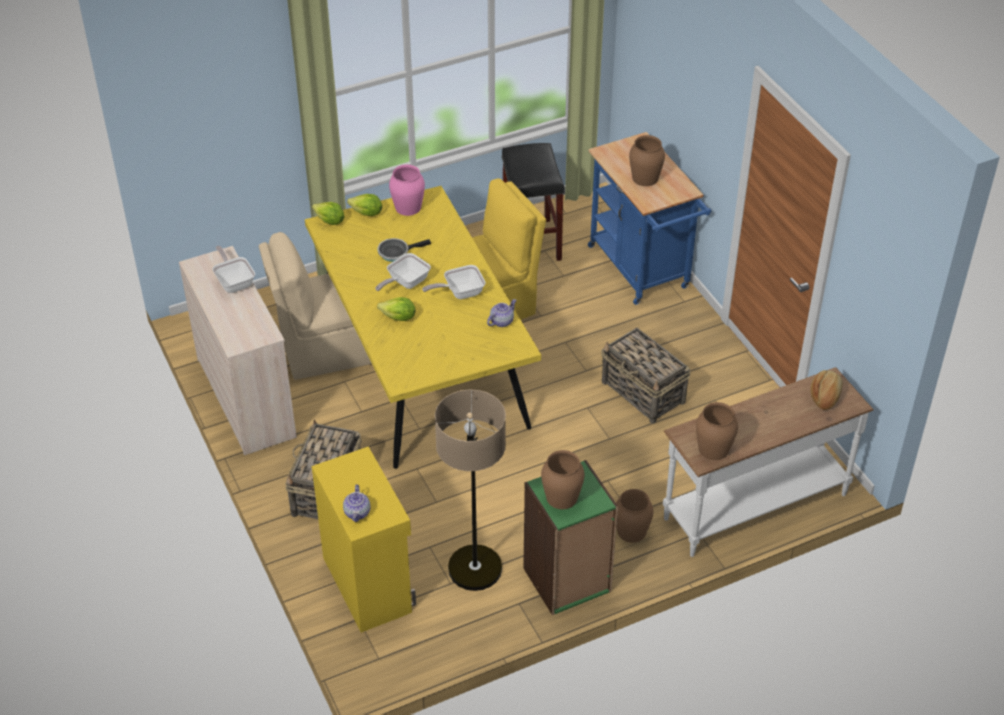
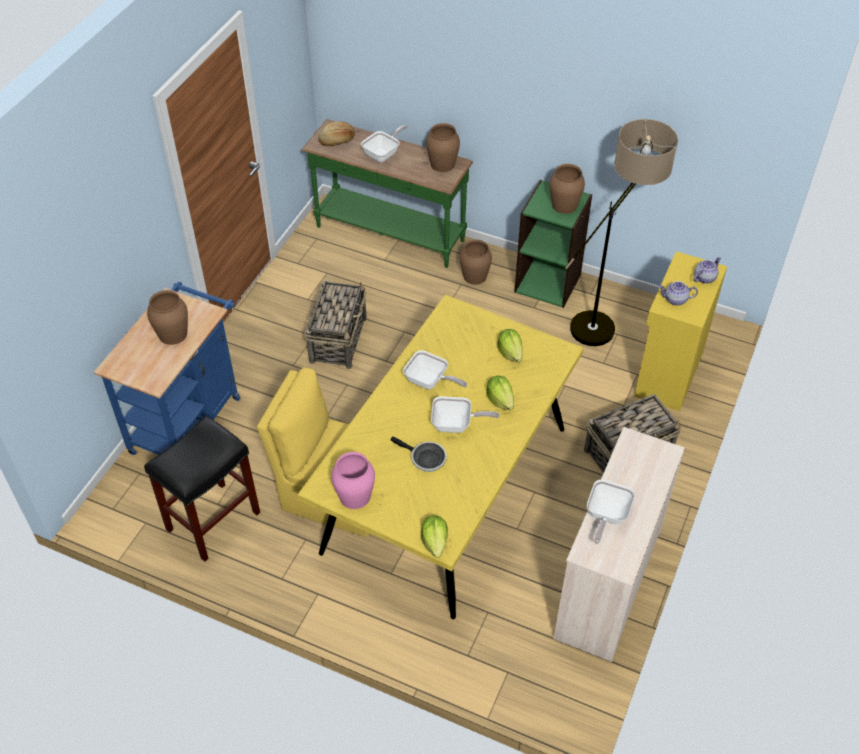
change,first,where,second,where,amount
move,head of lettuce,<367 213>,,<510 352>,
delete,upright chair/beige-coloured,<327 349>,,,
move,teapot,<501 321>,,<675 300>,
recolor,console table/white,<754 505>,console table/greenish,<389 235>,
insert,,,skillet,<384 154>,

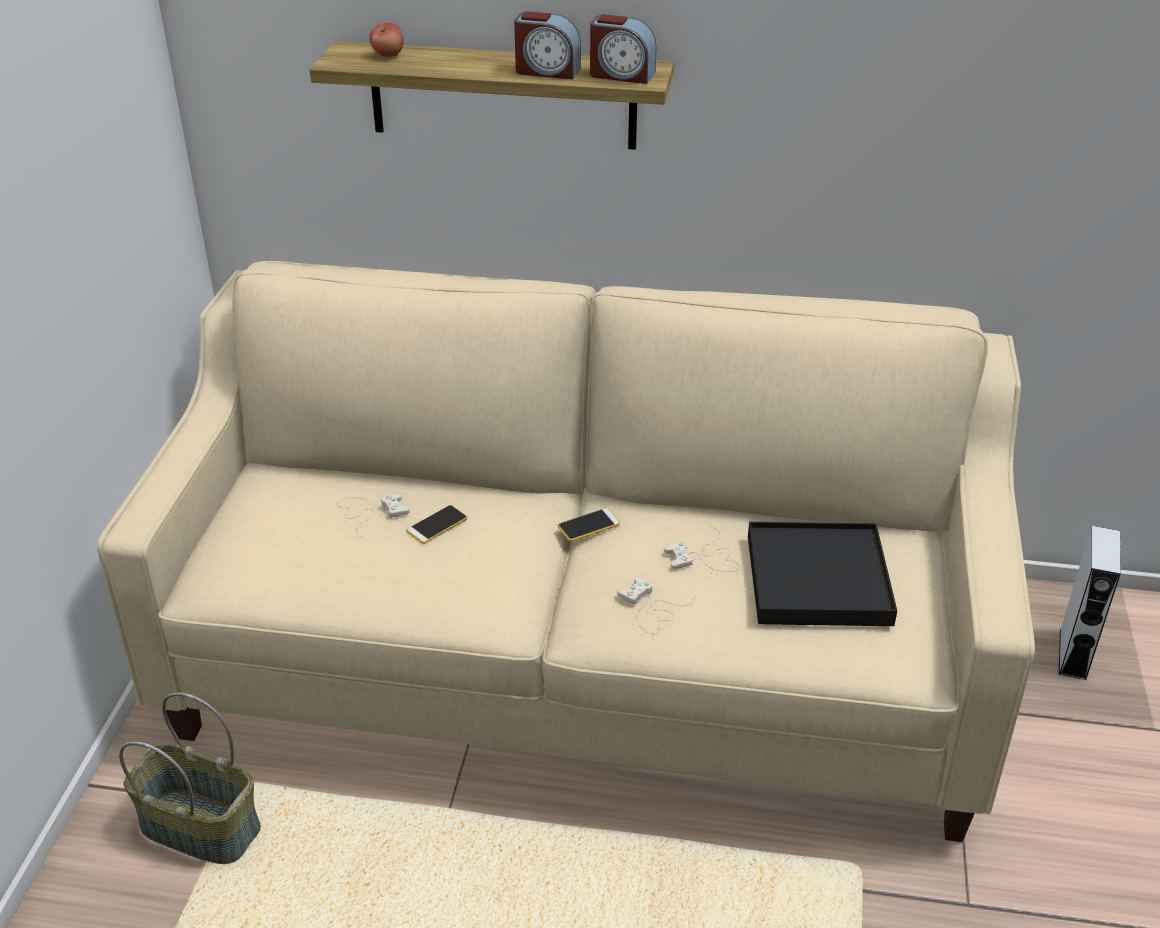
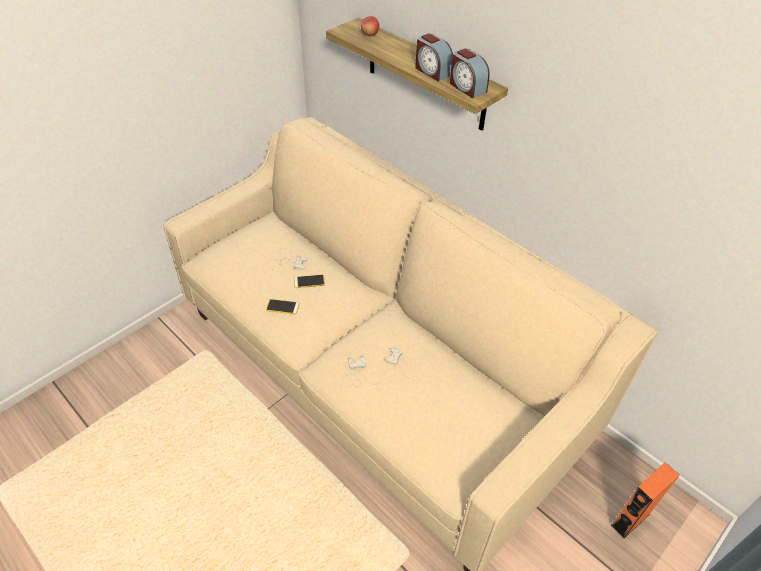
change,first,where,second,where,amount
move,phone,<588 525>,,<283 307>,
delete,serving tray/black-coloured,<817 579>,,,
recolor,audio speaker/grey,<1073 654>,audio speaker/orange,<630 519>,
delete,storage basket,<202 827>,,,

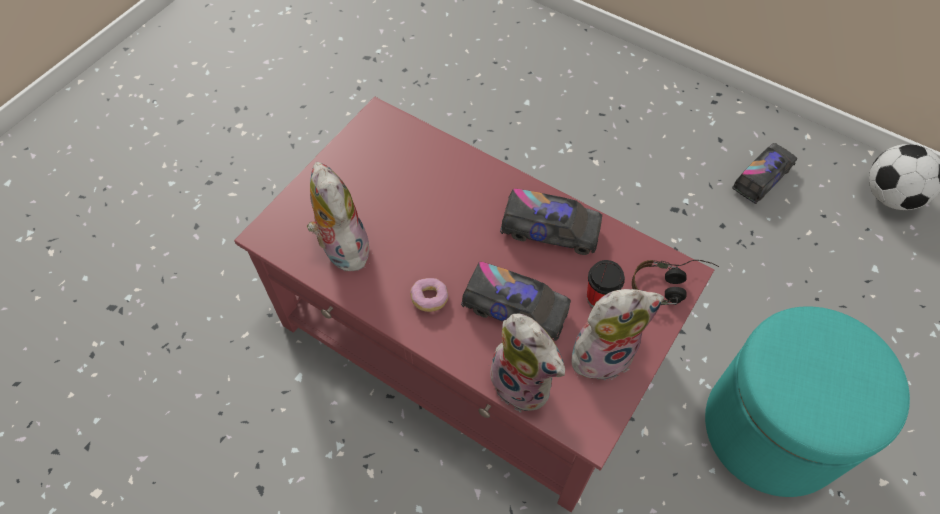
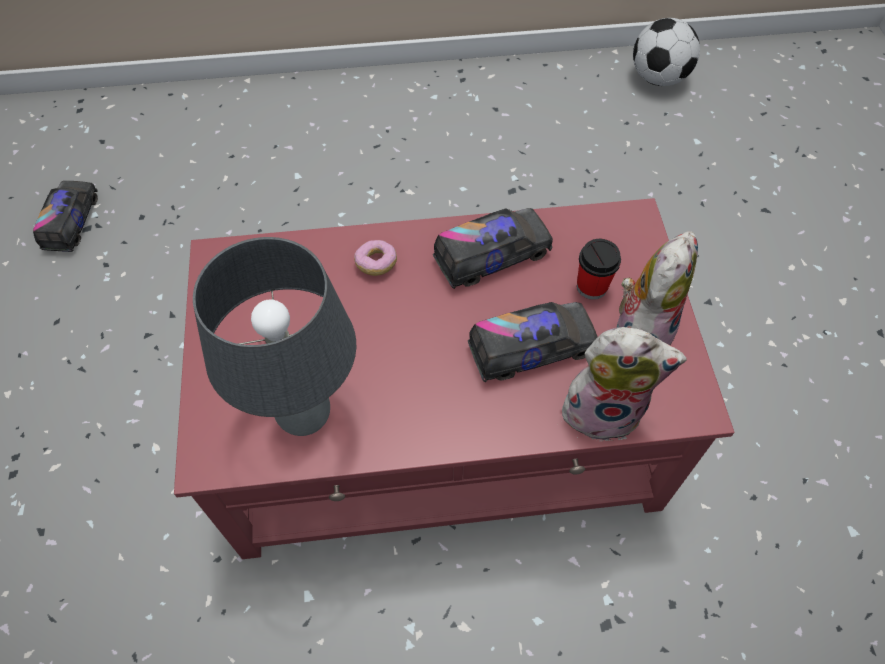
change,first,where,second,where,amount
move,toy truck,<761 178>,,<72 222>,
replace,plush toy,<341 247>,tabletop lamp/grey,<306 414>,
delete,headphones,<671 287>,,,
move,donut,<429 298>,,<376 263>,
delete,ottoman/turquoise-coloured,<772 429>,,,

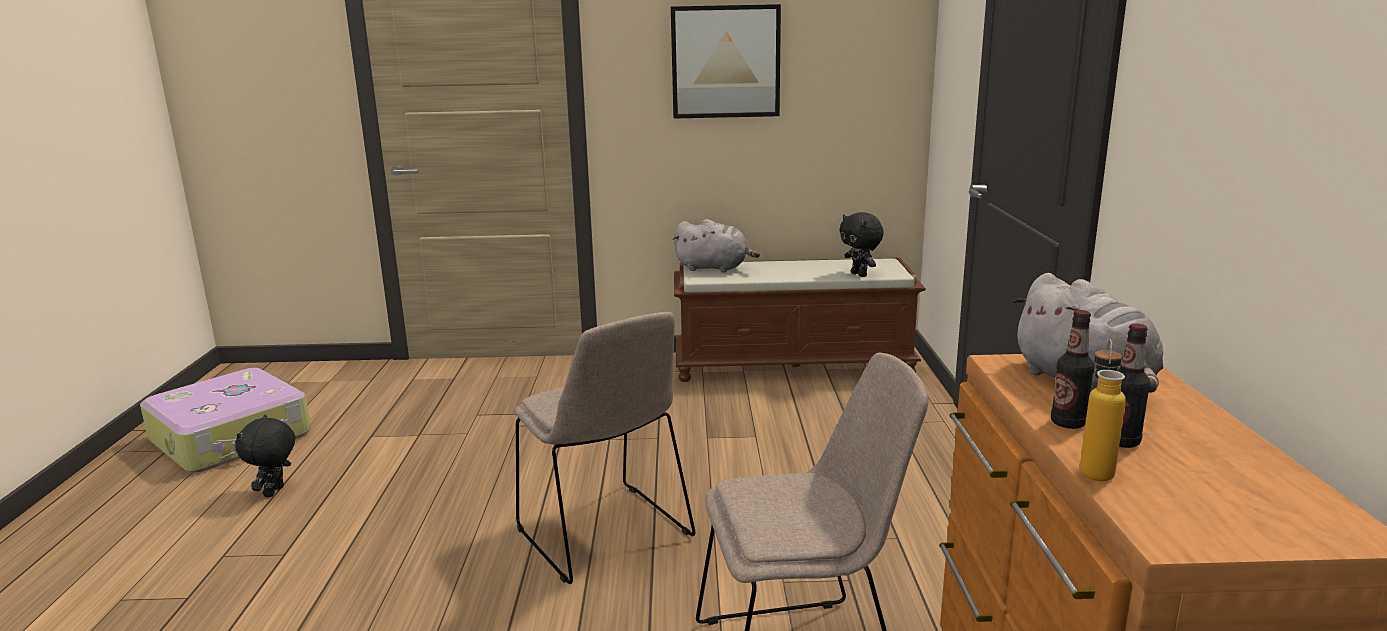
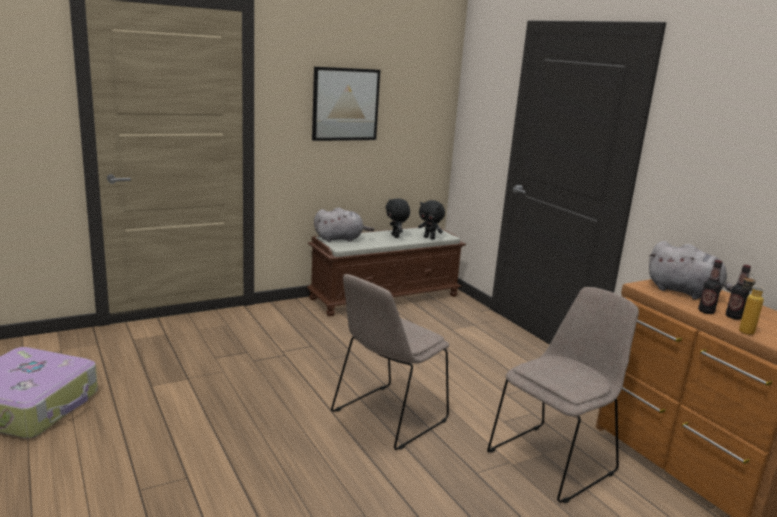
change,first,where,second,where,amount
rotate,upright chair/beige-coloured,<606 535>,,<387 418>,105 degrees clockwise
move,plush toy/black-coloured,<275 492>,,<396 236>,

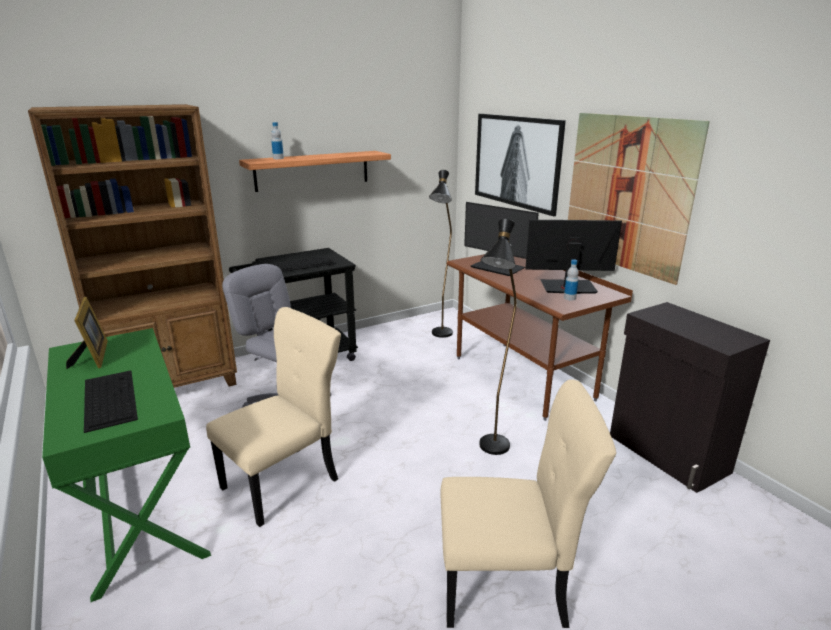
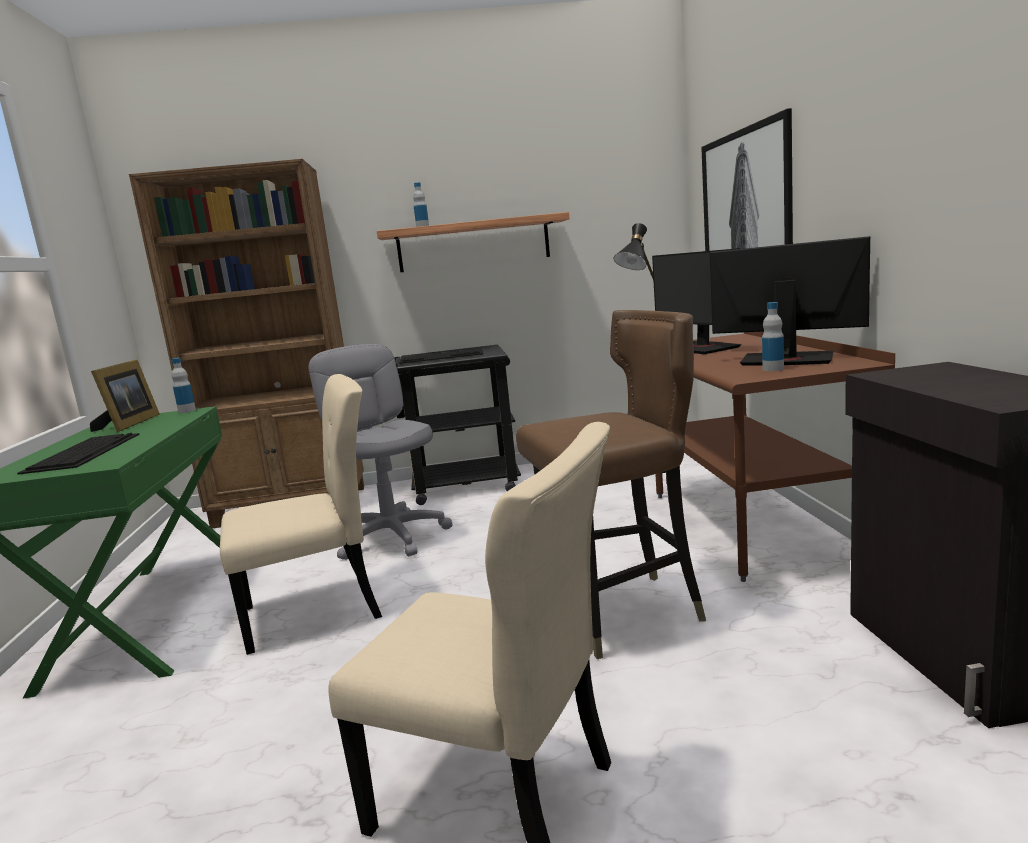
change,first,where,second,where,amount
delete,wall picture,<626 194>,,,
replace,floor lamp/black-coloured,<492 452>,upright chair/brown-coloured,<622 613>,
insert,,,bottle,<187 411>,

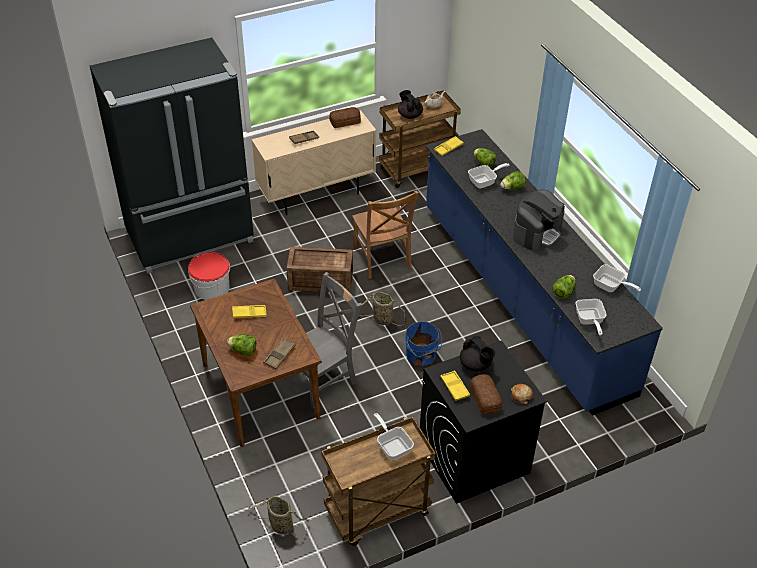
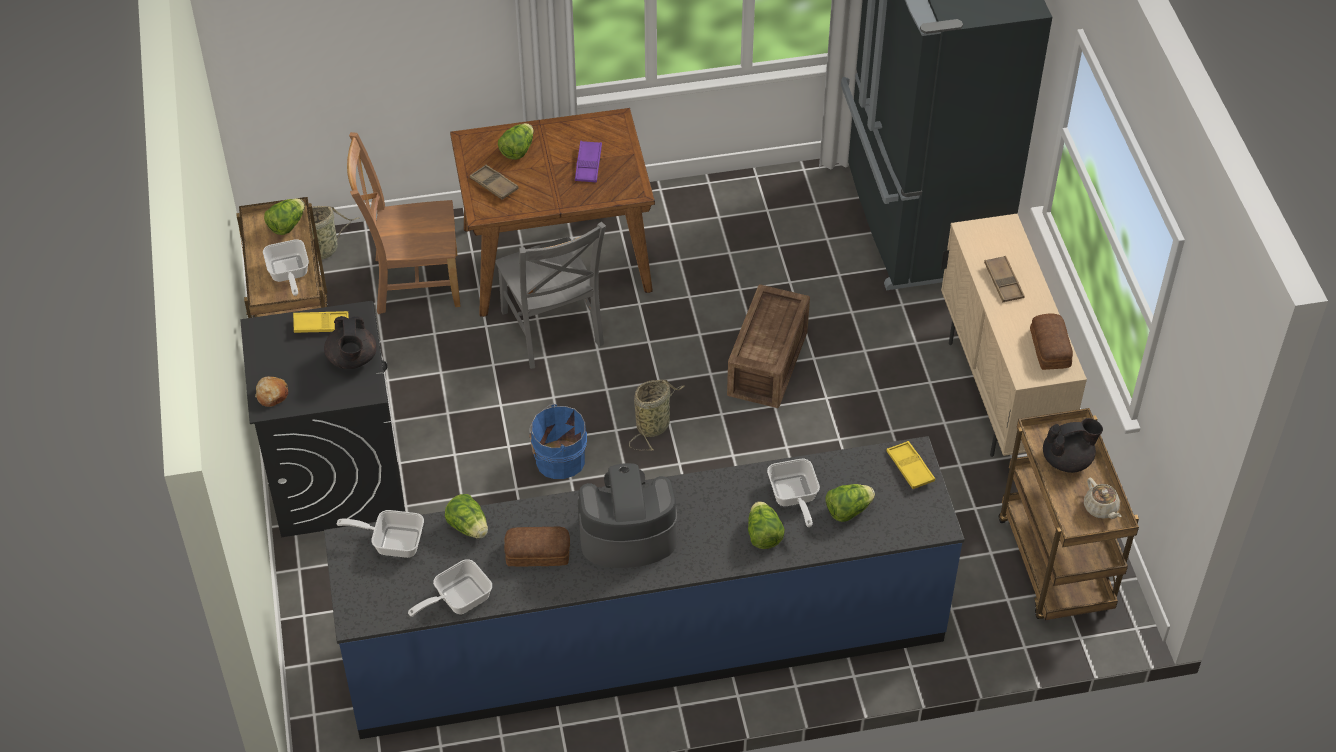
change,first,where,second,where,amount
move,upright chair/brown-coloured,<382 259>,,<412 282>,
rotate,coffee machine,<537 233>,,<627 535>,120 degrees clockwise
delete,pail,<211 287>,,,
recolor,serving tray/yellowish,<249 313>,serving tray/purple-coloured,<588 165>,
rotate,teapot/black-coloured,<476 364>,,<352 359>,75 degrees counterclockwise
move,baked bread,<485 398>,,<538 553>,
rotate,skillet,<392 446>,,<288 275>,90 degrees clockwise
insert,,,head of lettuce,<287 225>,

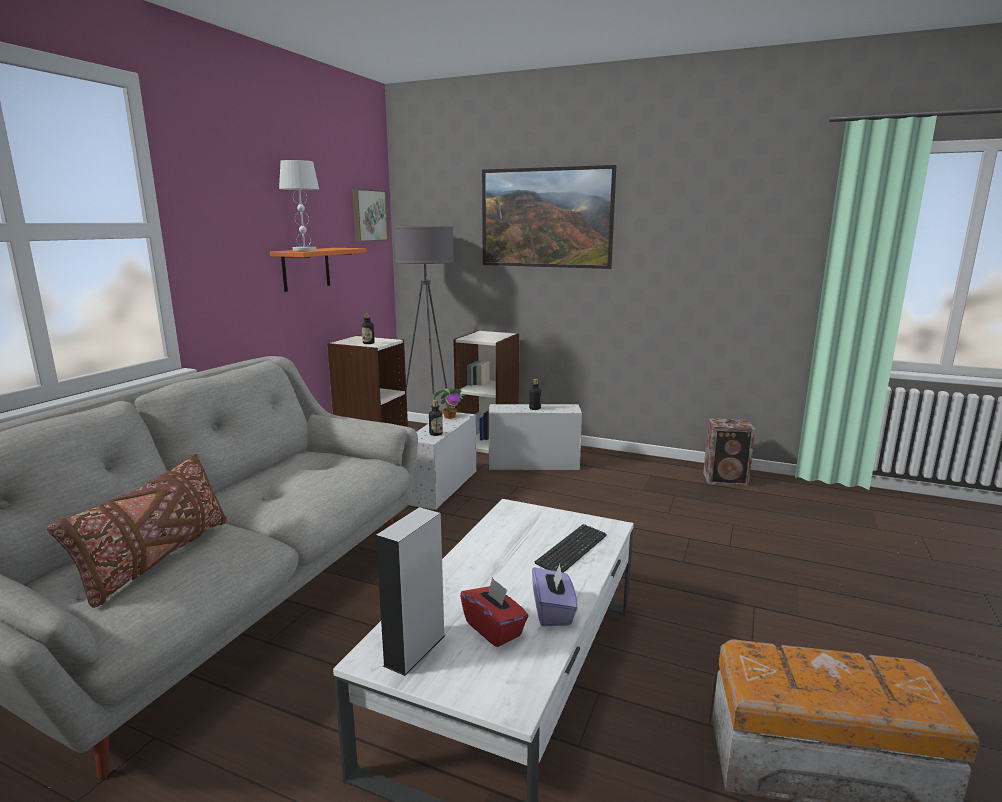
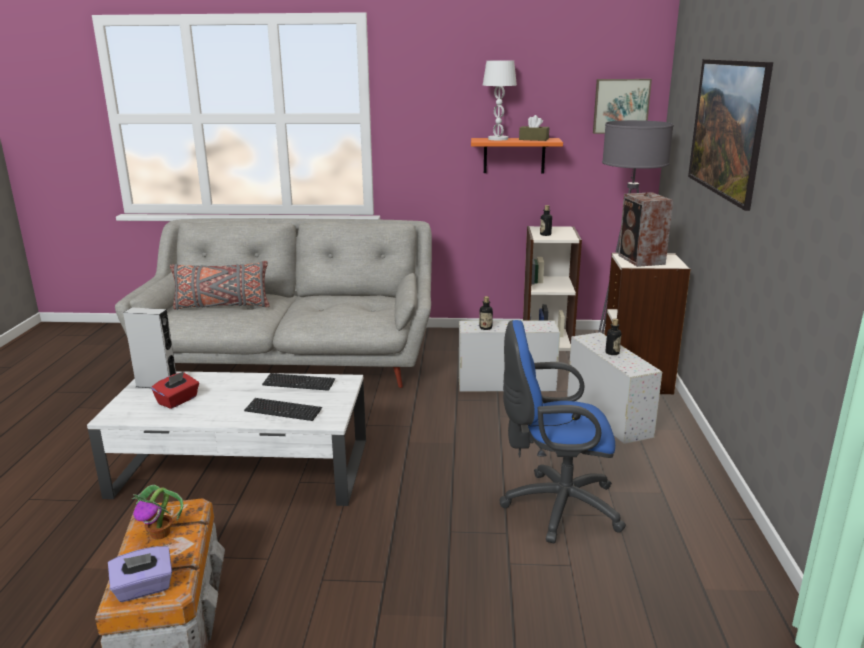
change,first,where,second,where,amount
move,houseplant,<450 416>,,<161 533>,
move,audio speaker,<726 480>,,<641 260>,
recolor,pillow/brown-coloured,<157 559>,pillow/grey,<222 306>,
move,box of tissues/purple-coloured,<553 611>,,<144 588>,
insert,,,box of tissues/brown-coloured,<533 139>,
insert,,,computer chair/blue-coloured,<555 507>,
insert,,,keyboard,<299 383>,

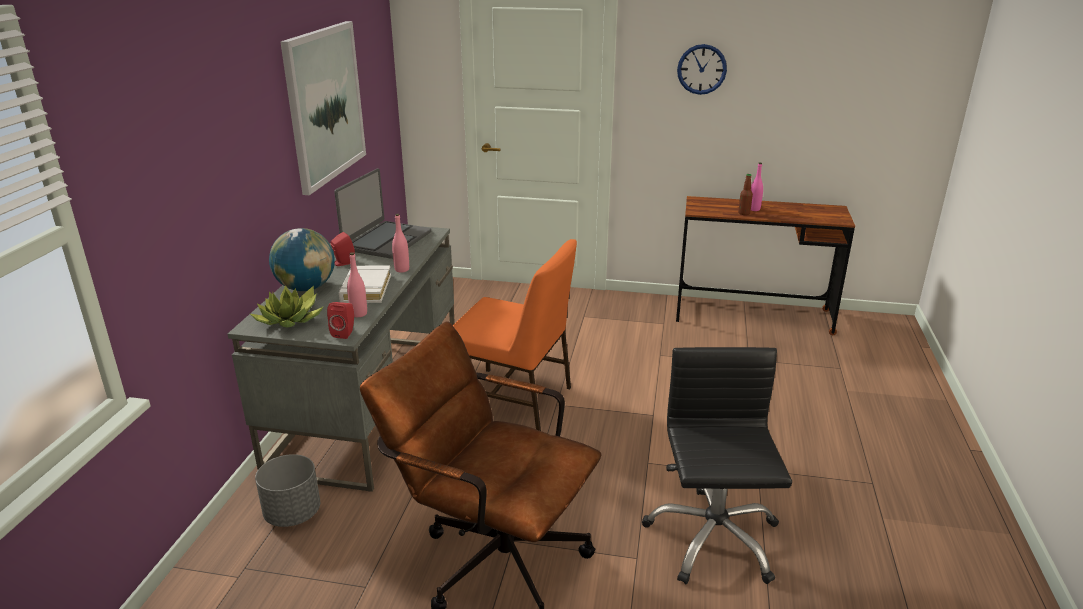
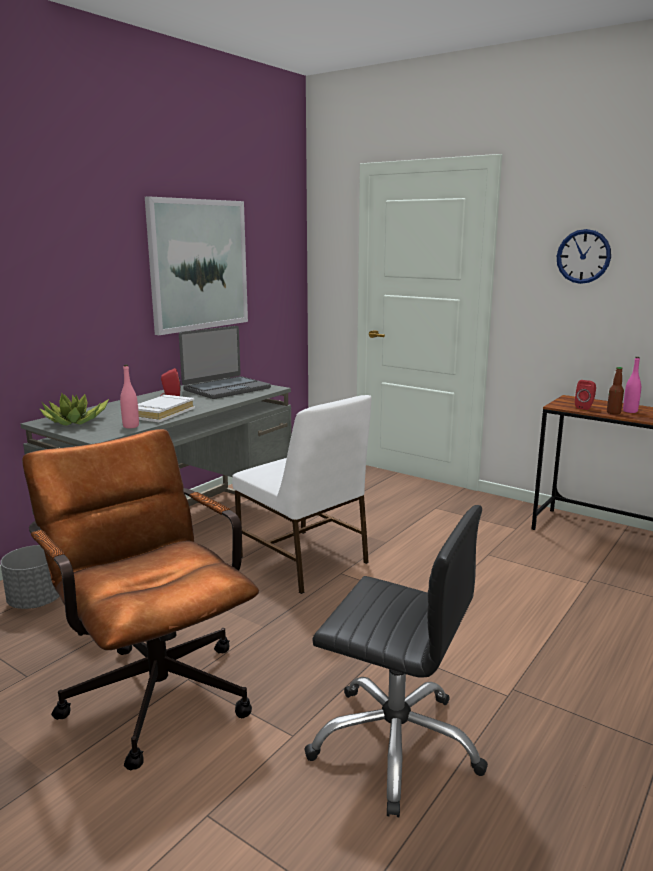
change,first,where,second,where,amount
delete,bottle/pink-coloured,<402 269>,,,
delete,desk globe,<306 288>,,,
recolor,upright chair/orange,<513 400>,upright chair/white,<303 561>,
move,audio speaker/red,<345 333>,,<585 407>,
rotate,computer chair/black-coloured,<712 538>,,<396 744>,90 degrees clockwise

